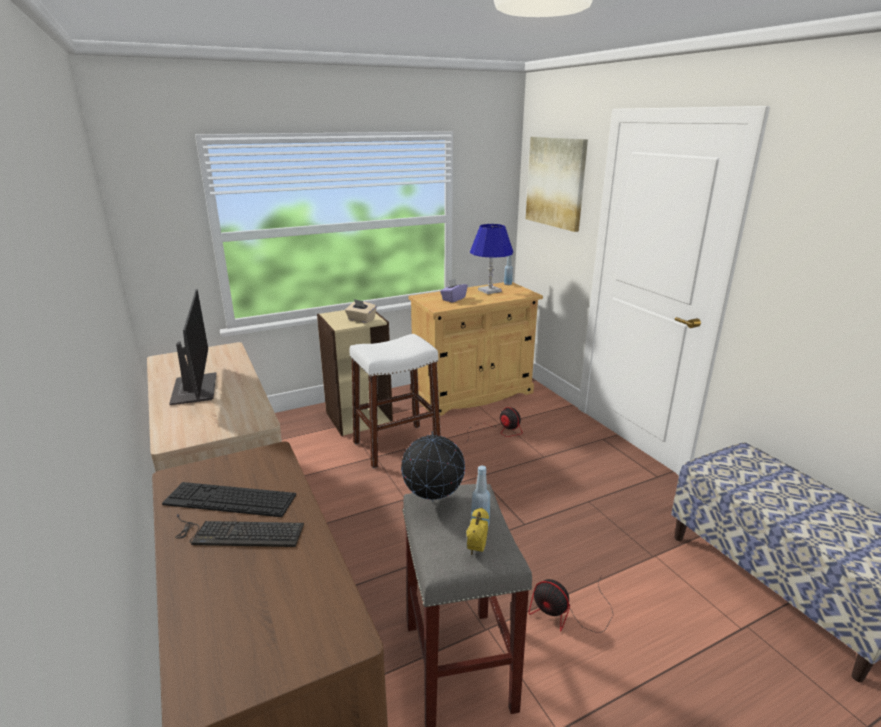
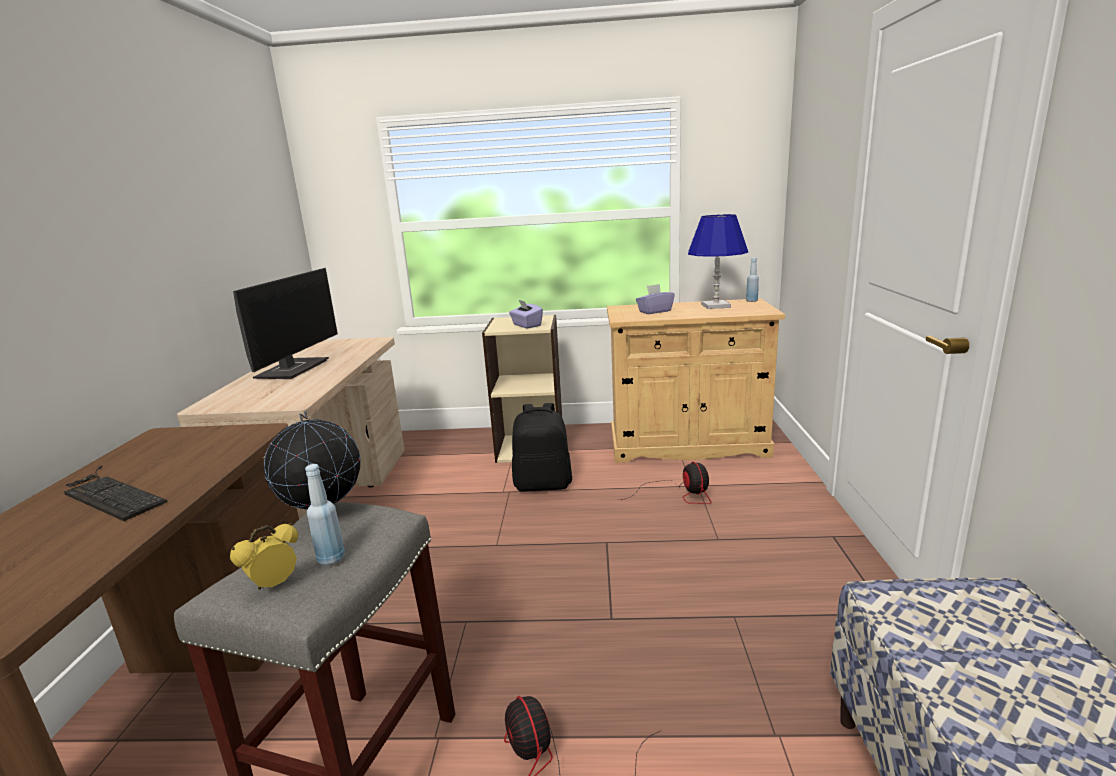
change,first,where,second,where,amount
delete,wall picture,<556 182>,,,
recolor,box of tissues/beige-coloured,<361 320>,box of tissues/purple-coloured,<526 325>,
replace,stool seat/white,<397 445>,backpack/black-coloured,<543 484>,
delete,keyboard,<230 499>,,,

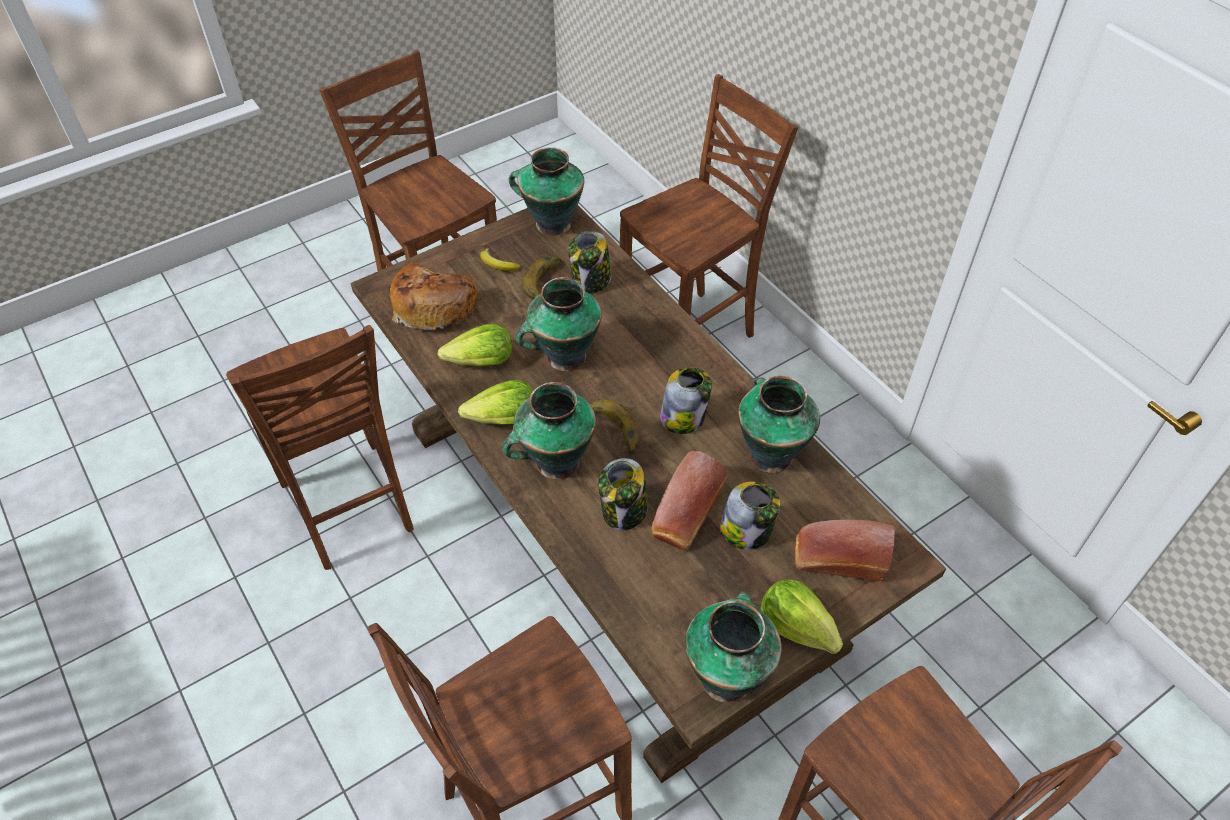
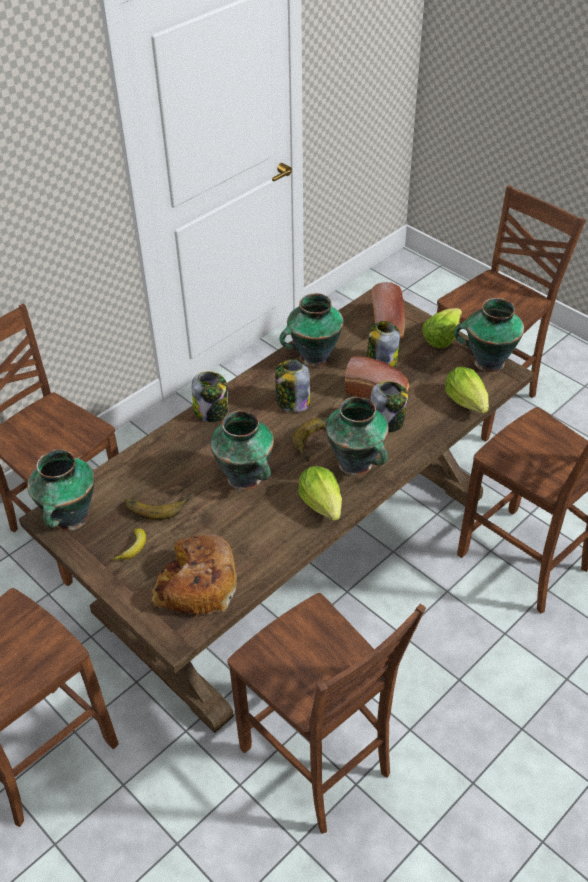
change,first,where,second,where,amount
move,jar,<591 281>,,<212 411>,
move,head of lettuce,<481 362>,,<467 401>,
rotate,upright chair/brown-coloured,<349 508>,,<318 763>,90 degrees clockwise

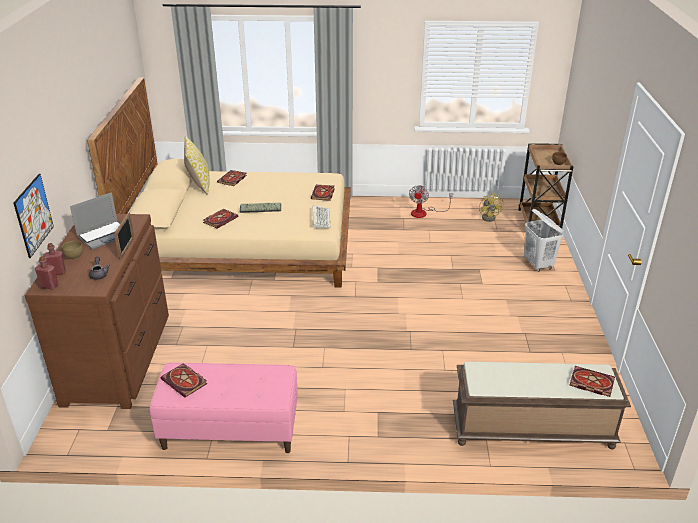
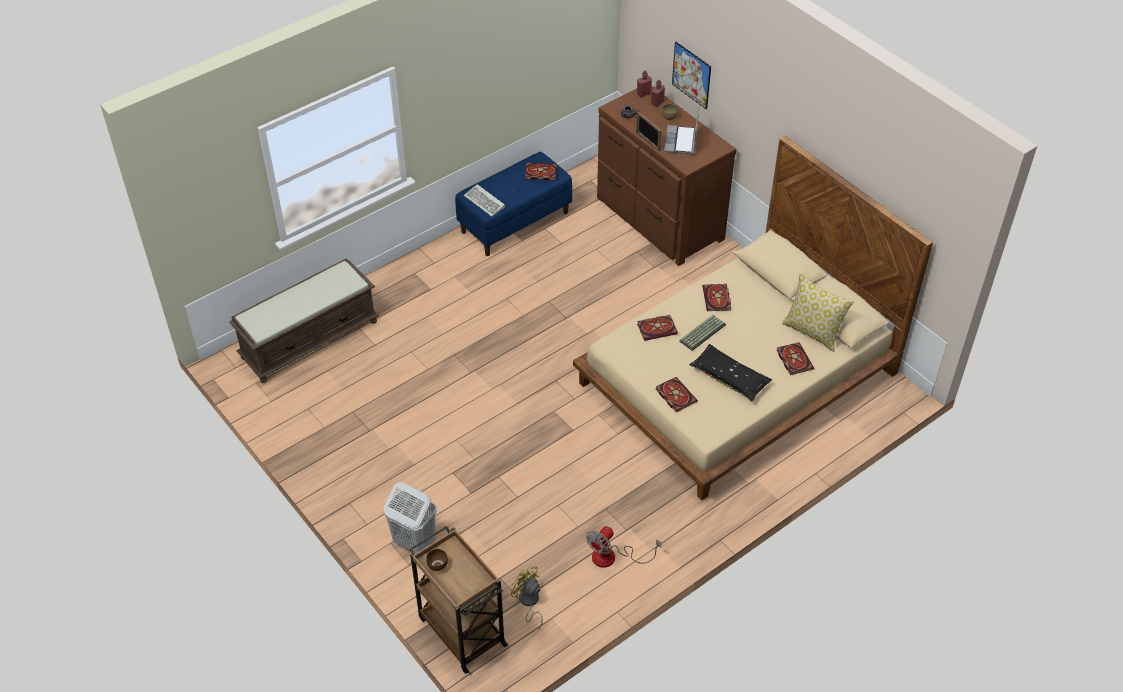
change,first,where,second,where,amount
rotate,electric fan,<424 213>,,<612 557>,120 degrees counterclockwise
move,keyboard,<320 218>,,<485 202>,
recolor,indoor bench/pink-coloured,<229 431>,indoor bench/blue-coloured,<515 222>,
move,volume,<590 383>,,<657 328>,
insert,,,pillow/black-coloured,<729 378>,

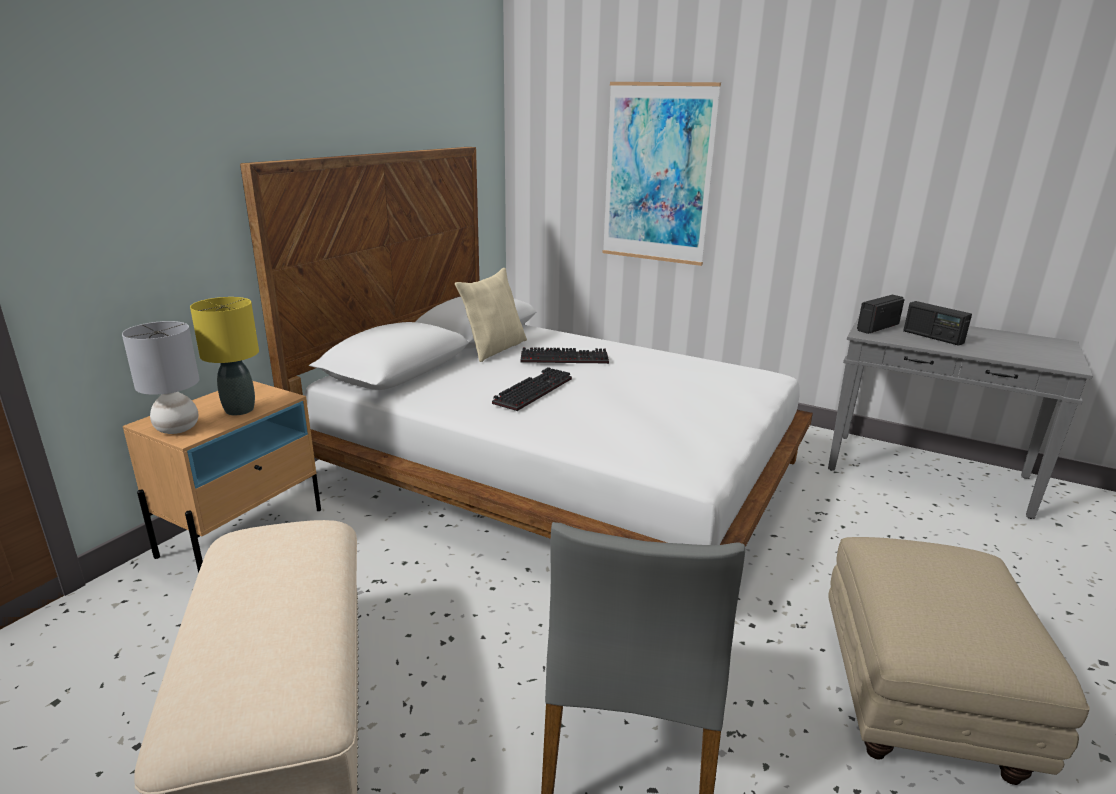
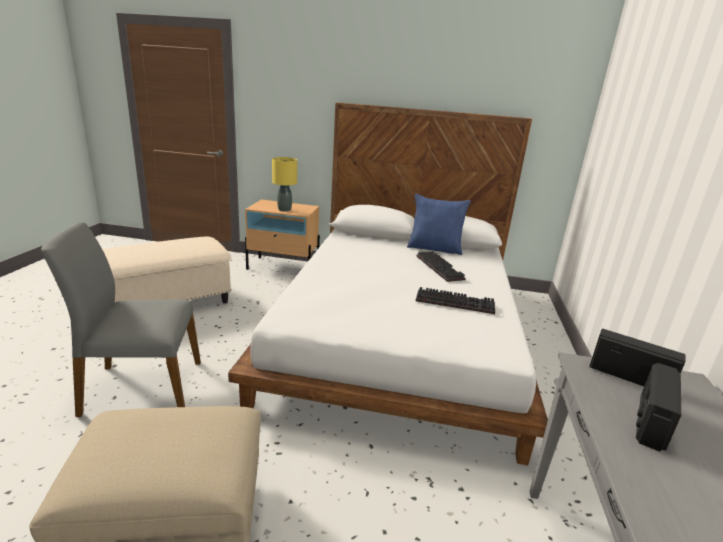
change,first,where,second,where,amount
delete,wall picture,<657 174>,,,
recolor,pillow/beige-coloured,<494 348>,pillow/blue-coloured,<434 248>,
delete,tabletop lamp/grey,<177 428>,,,
move,keyboard,<532 390>,,<456 302>,

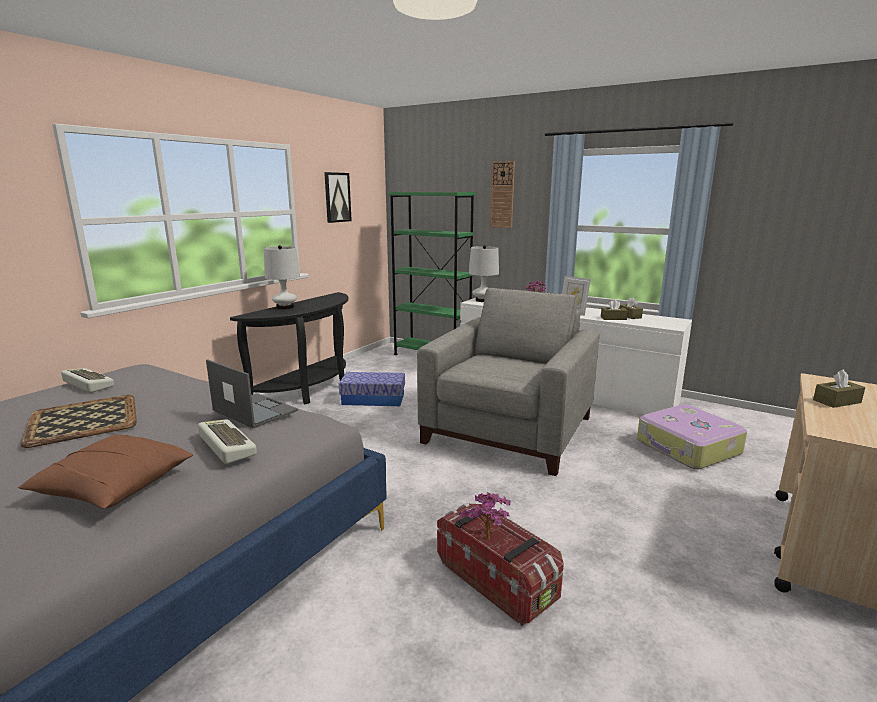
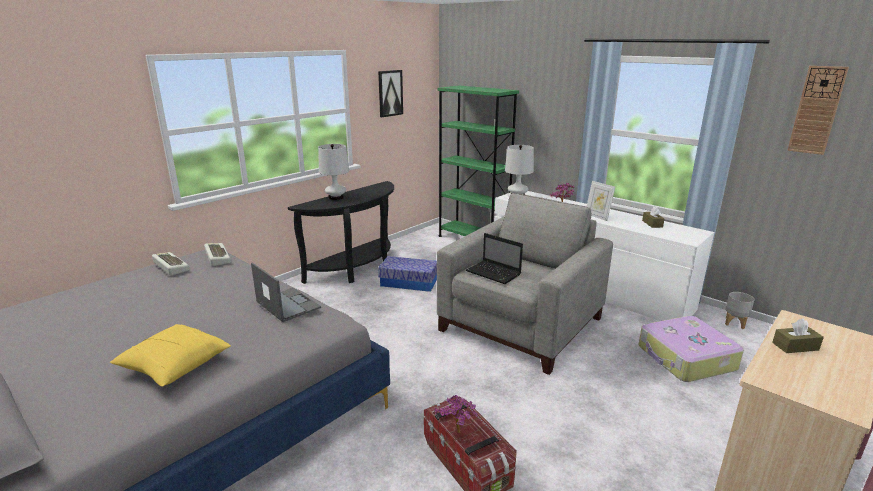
change,first,where,second,where,amount
move,hanging clock,<502 194>,,<816 110>,
delete,box of tissues/brown-coloured,<613 318>,,,
delete,serving tray,<82 420>,,,
move,keyboard,<225 446>,,<216 257>,
recolor,pillow/brown-coloured,<114 488>,pillow/yellowish,<174 366>,
insert,,,portable computer,<494 273>,
insert,,,plant pot/grey,<734 323>,

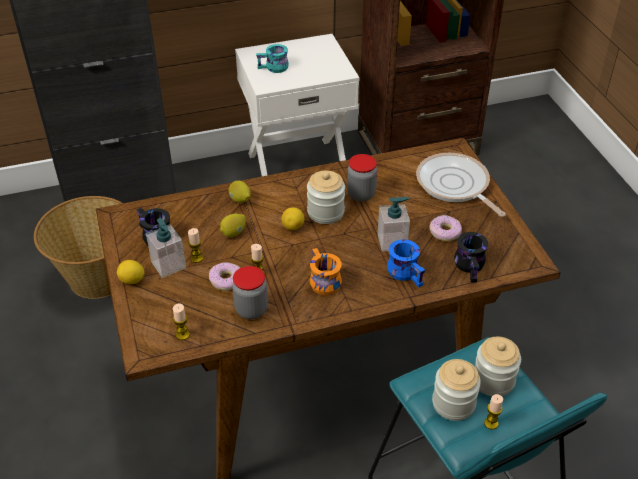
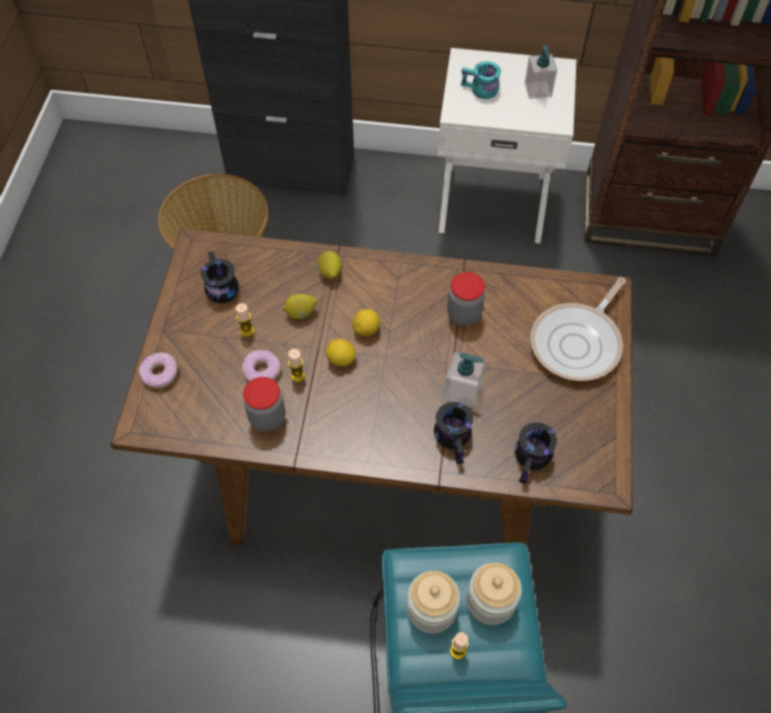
change,first,where,second,where,amount
rotate,skillet,<454 185>,,<578 342>,135 degrees counterclockwise
delete,jar,<325 212>,,,
move,donut,<444 232>,,<159 374>,
move,soap bottle,<168 265>,,<538 90>,
recolor,mug/blue-coloured,<407 272>,mug/black-coloured,<456 438>,
delete,mug/orange,<321 281>,,,
move,citrus fruit,<132 280>,,<341 359>,
delete,wax light,<182 334>,,,

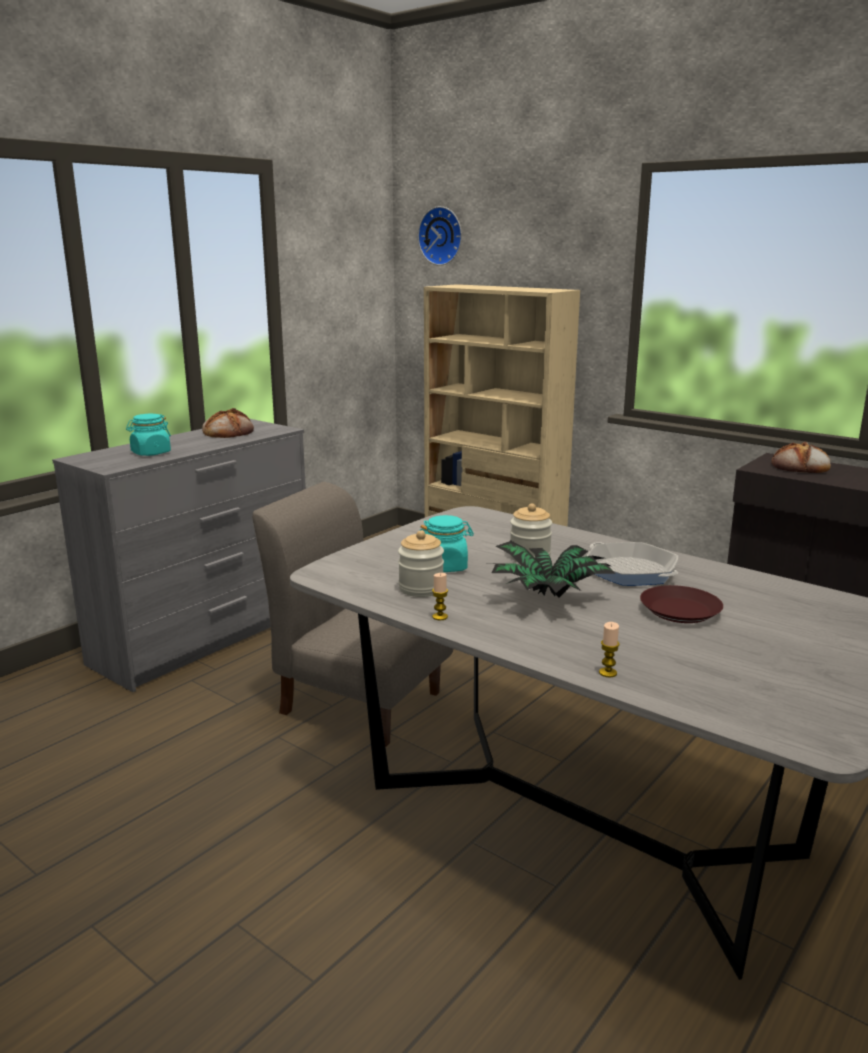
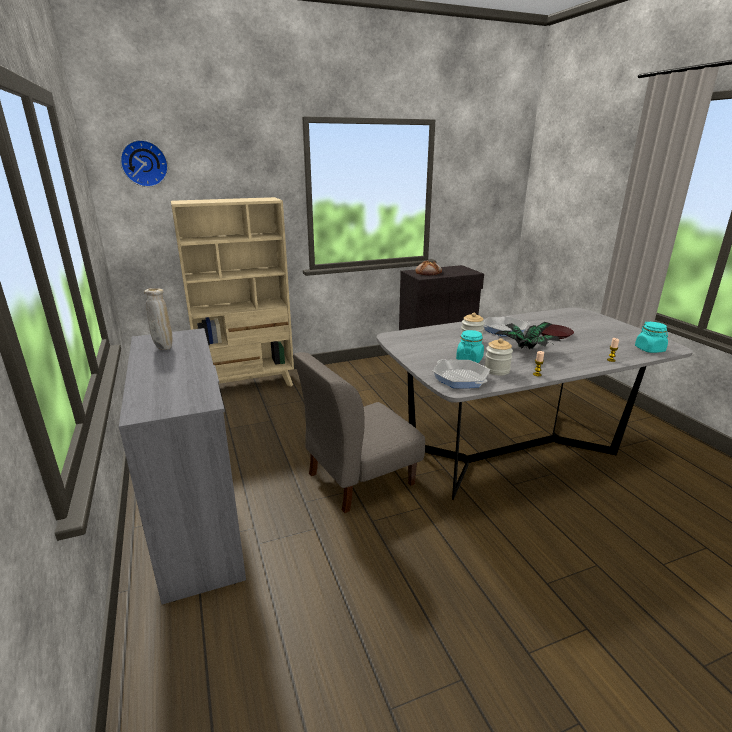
change,first,where,second,where,amount
replace,baked bread,<228 432>,flower vase/beige-coloured,<163 348>,
move,jar/turquoise-coloured,<150 453>,,<649 349>,
insert,,,skillet,<460 378>,

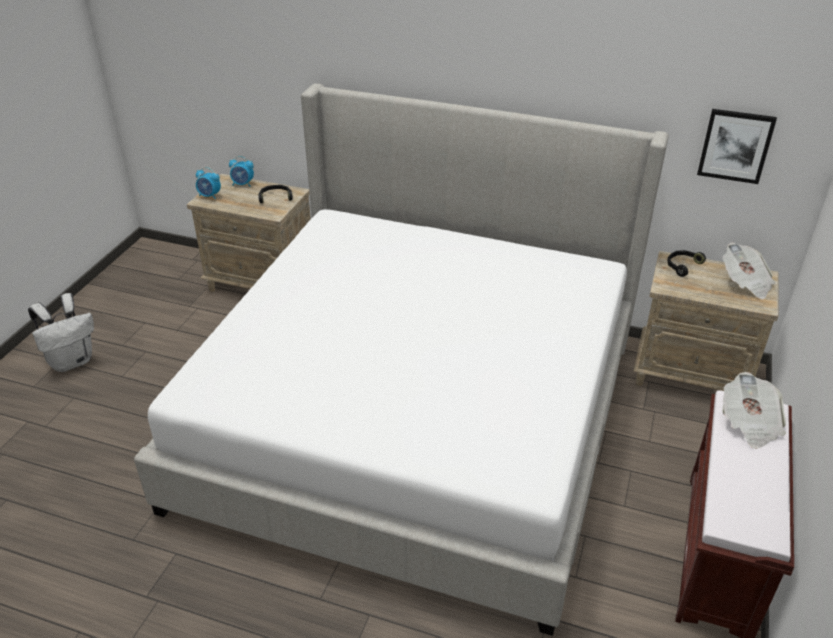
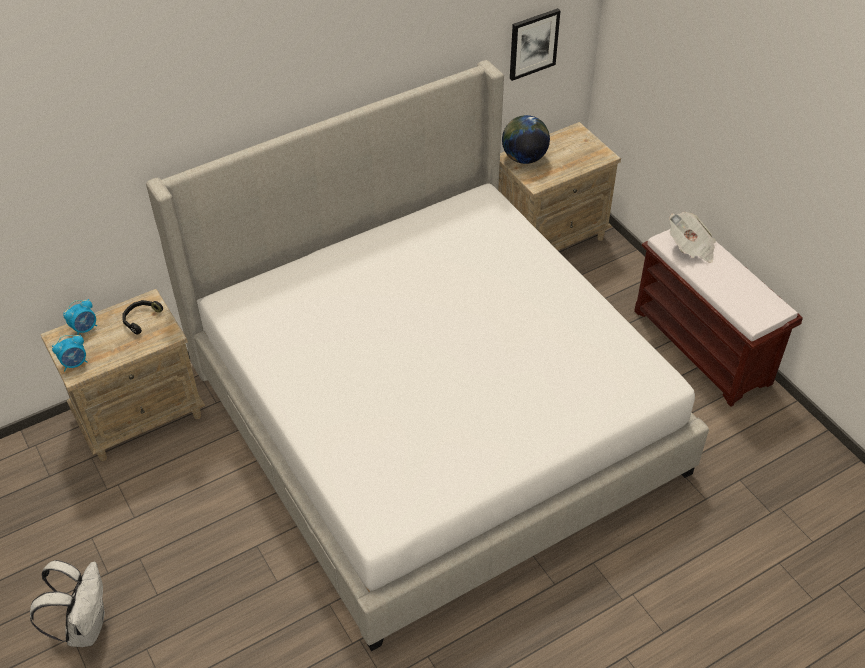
change,first,where,second,where,amount
delete,newspaper,<745 283>,,,
replace,headphones/black-coloured,<682 266>,desk globe,<524 158>,

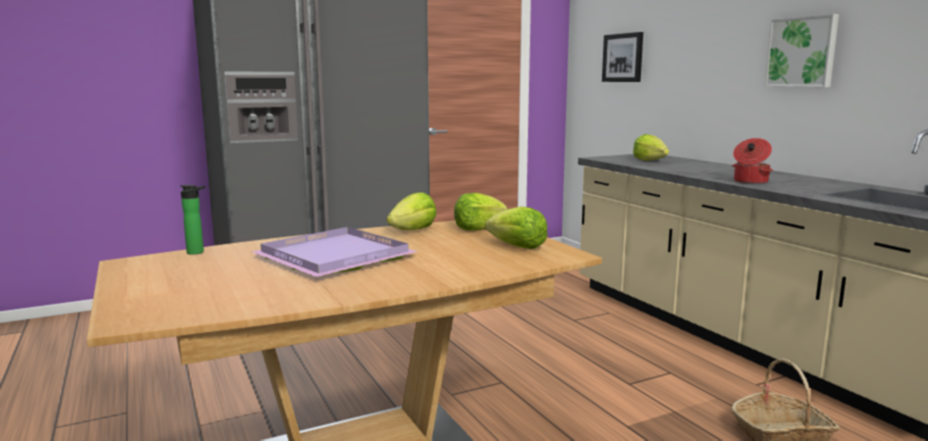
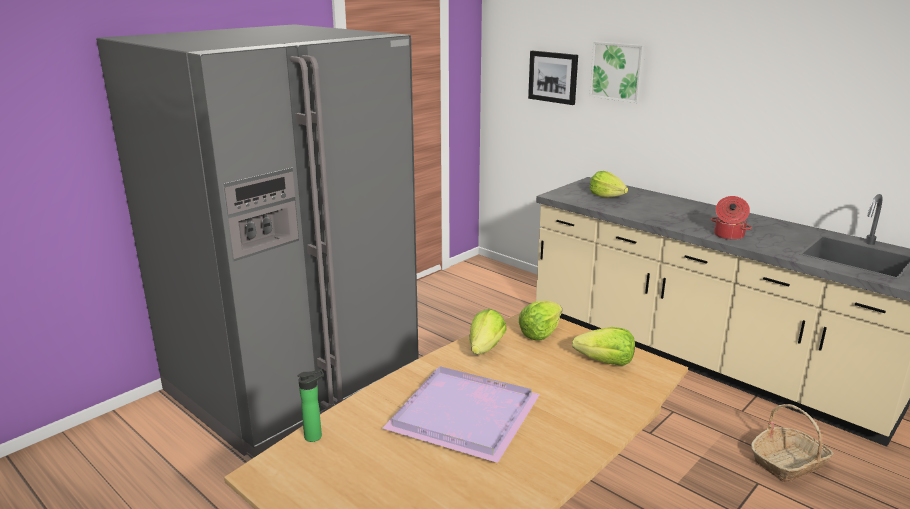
change,first,where,second,where,amount
move,wall picture,<802 52>,,<618 71>,

